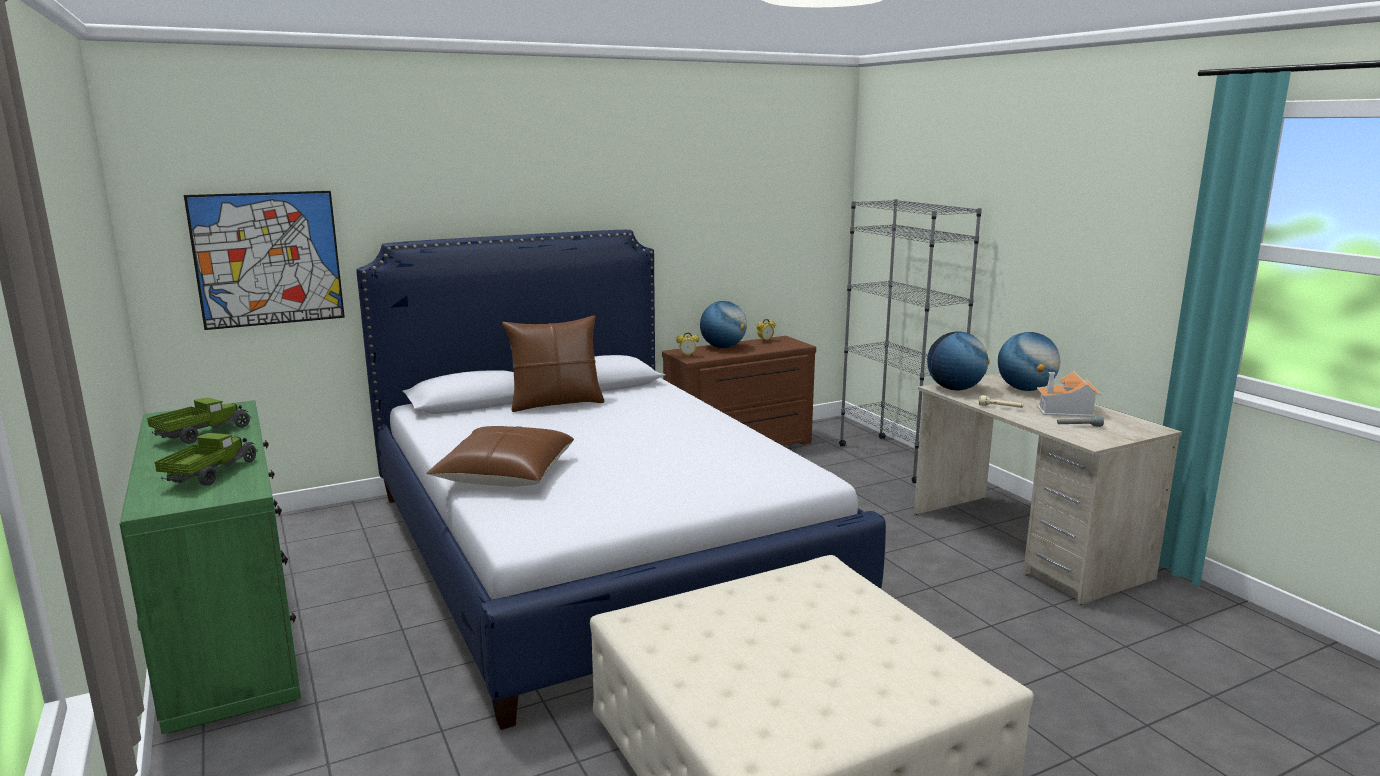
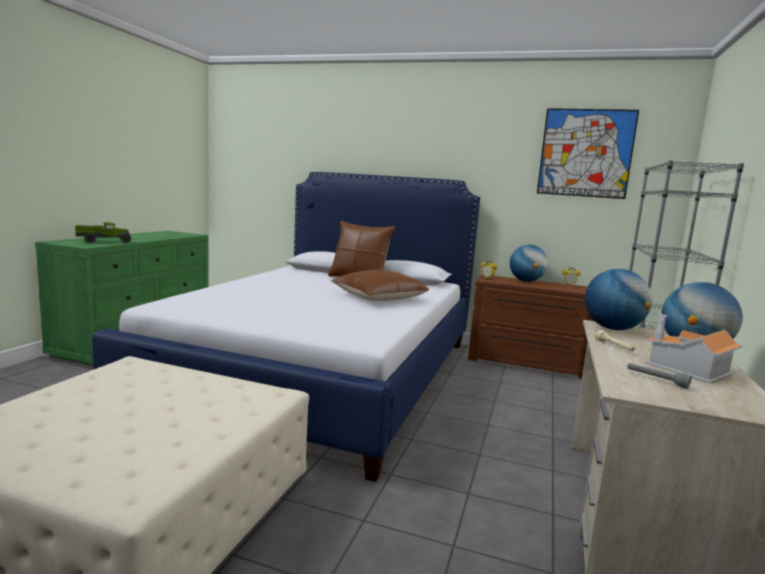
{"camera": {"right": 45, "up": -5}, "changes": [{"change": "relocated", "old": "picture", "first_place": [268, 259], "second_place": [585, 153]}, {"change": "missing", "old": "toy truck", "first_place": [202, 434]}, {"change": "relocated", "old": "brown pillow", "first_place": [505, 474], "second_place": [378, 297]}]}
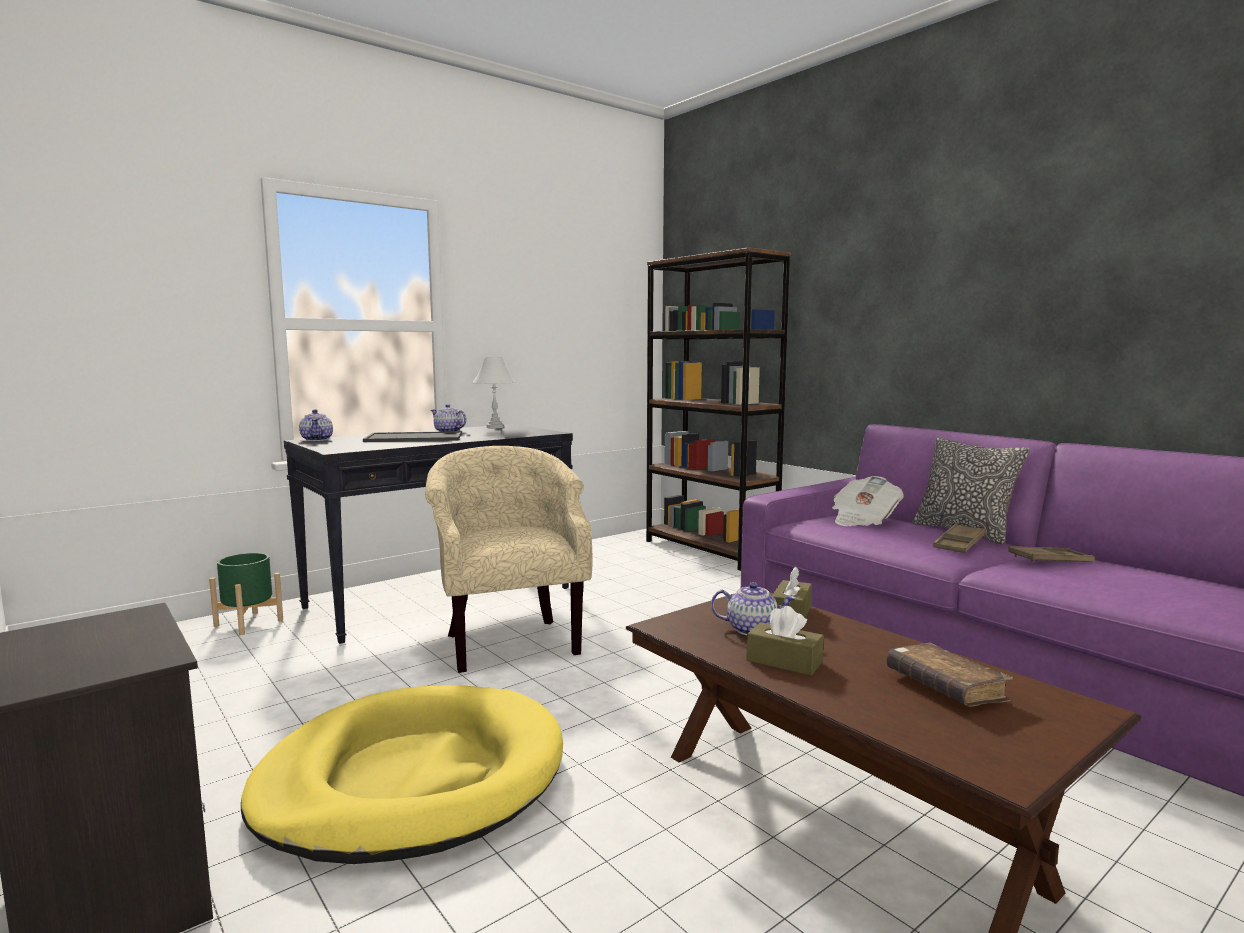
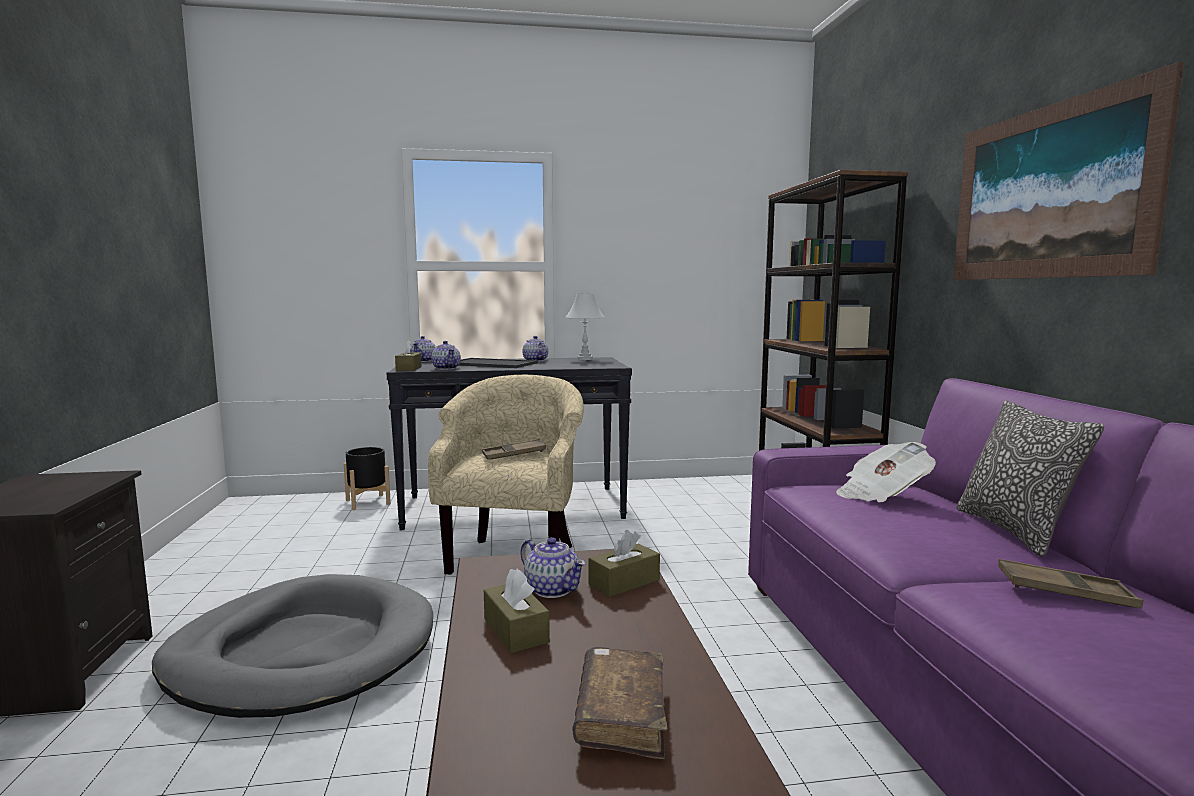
{"camera": {"right": 30, "up": 0}, "changes": [{"change": "relocated", "old": "brown tray", "first_place": [959, 544], "second_place": [514, 454]}, {"change": "colour", "old": "green planter", "new": "black planter", "first_place": [249, 623], "second_place": [368, 502]}, {"change": "colour", "old": "yellow dog bed", "new": "grey dog bed", "first_place": [412, 779], "second_place": [303, 652]}, {"change": "appeared", "new": "picture", "second_place": [1047, 192]}, {"change": "appeared", "new": "brown tissue box", "second_place": [408, 369]}, {"change": "appeared", "new": "teapot", "second_place": [446, 368]}]}
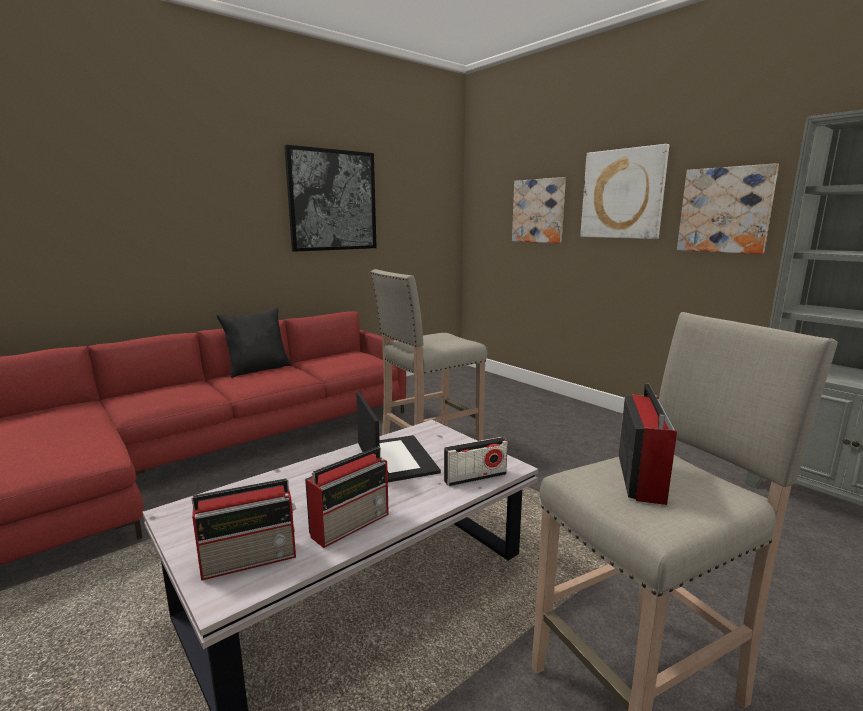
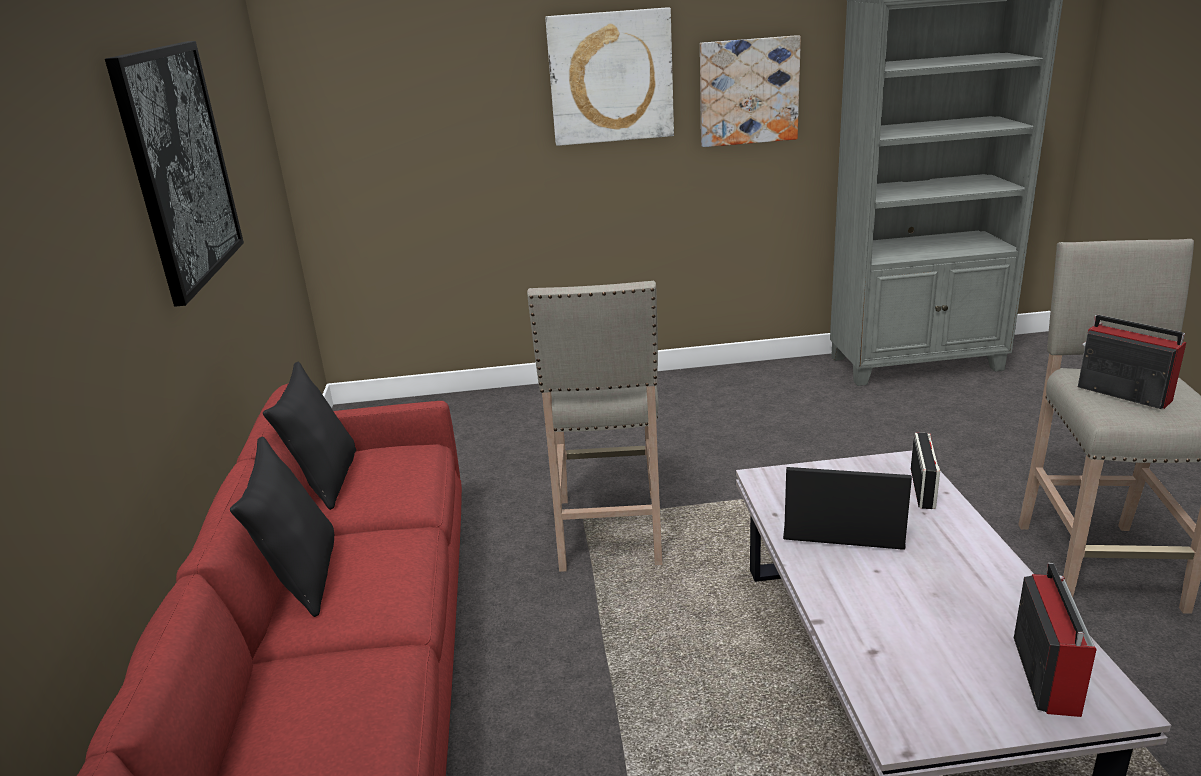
{"camera": {"right": -55, "up": 10}, "changes": [{"change": "missing", "old": "picture", "first_place": [538, 211]}, {"change": "missing", "old": "radio", "first_place": [351, 524]}, {"change": "appeared", "new": "black pillow", "second_place": [325, 480]}]}
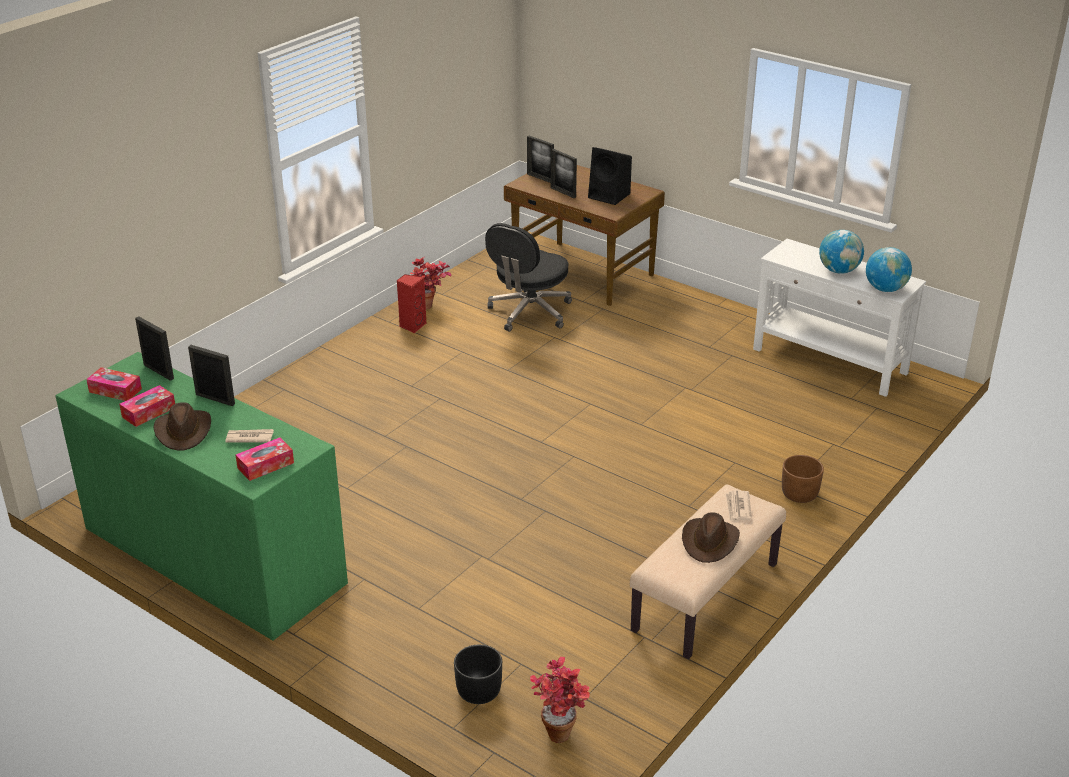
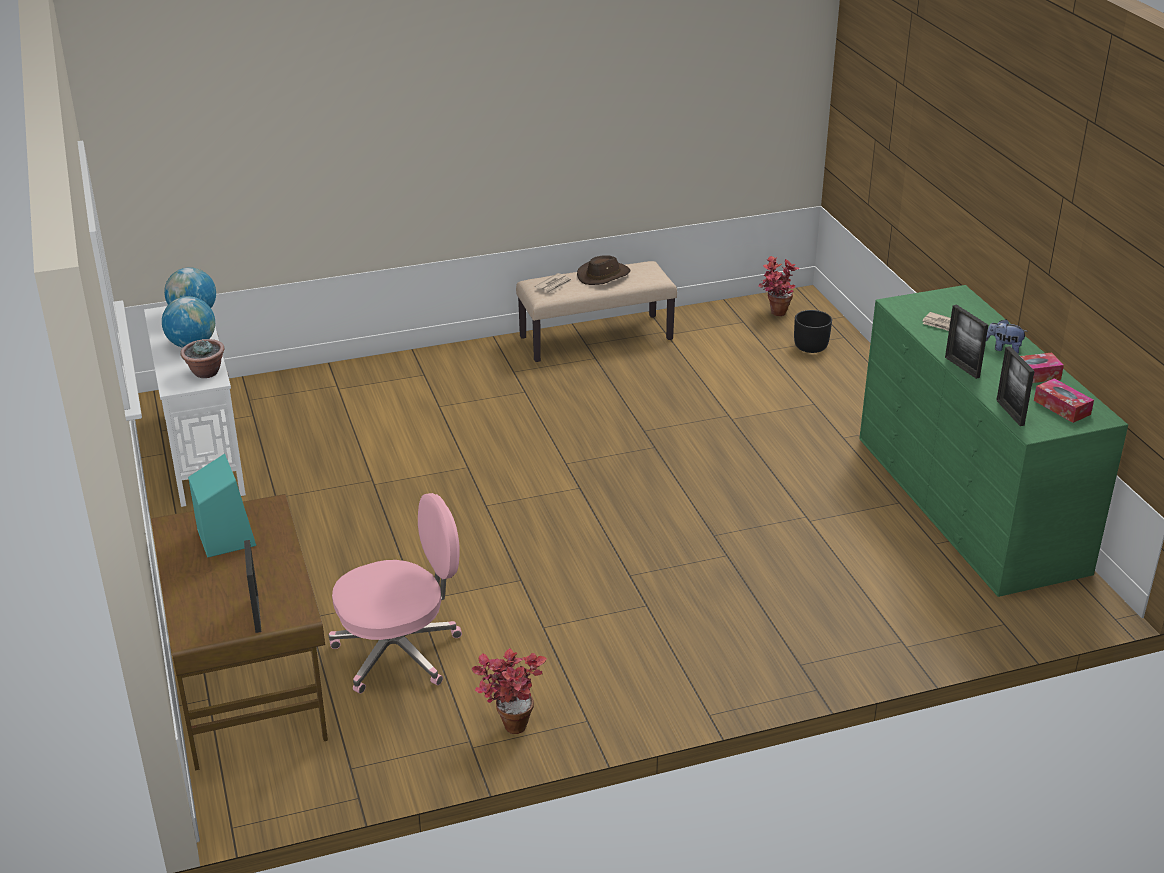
{"camera": {"right": -145, "up": 0}, "changes": [{"change": "colour", "old": "black speaker", "new": "turquoise speaker", "first_place": [610, 196], "second_place": [225, 537]}, {"change": "missing", "old": "picture frame", "first_place": [563, 192]}, {"change": "colour", "old": "black office chair", "new": "pink office chair", "first_place": [529, 312], "second_place": [399, 652]}, {"change": "missing", "old": "red speaker", "first_place": [412, 326]}, {"change": "exchanged", "old": "brown hat", "new": "plush toy", "first_place": [184, 431], "second_place": [1003, 348]}, {"change": "missing", "old": "tissue box", "first_place": [265, 465]}, {"change": "missing", "old": "brown planter", "first_place": [799, 495]}, {"change": "appeared", "new": "potted plant", "second_place": [205, 372]}]}
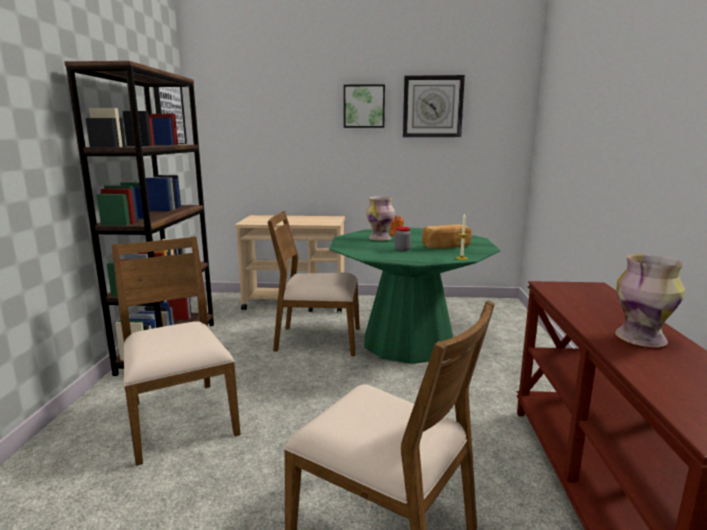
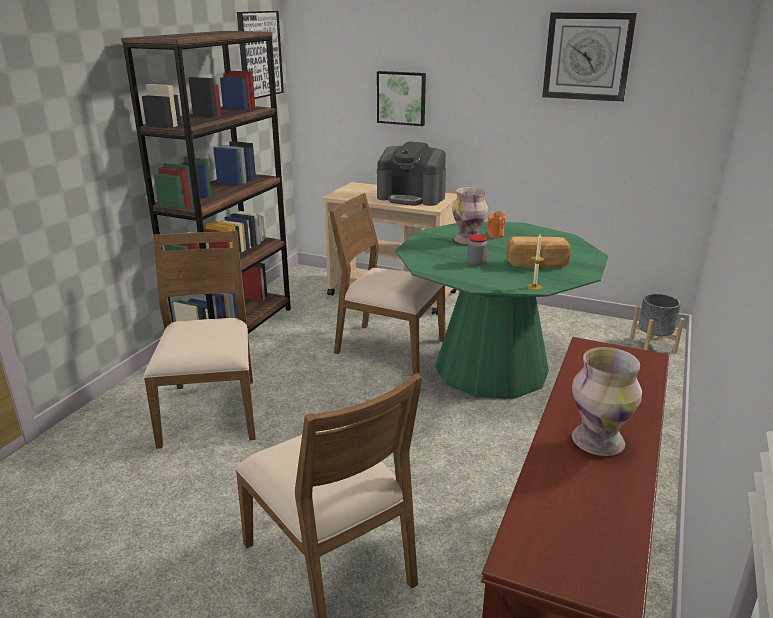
{"camera": {"right": 20, "up": 10}, "changes": [{"change": "relocated", "old": "picture", "first_place": [364, 106], "second_place": [402, 98]}, {"change": "appeared", "new": "coffee machine", "second_place": [411, 197]}, {"change": "appeared", "new": "grey planter", "second_place": [652, 345]}]}
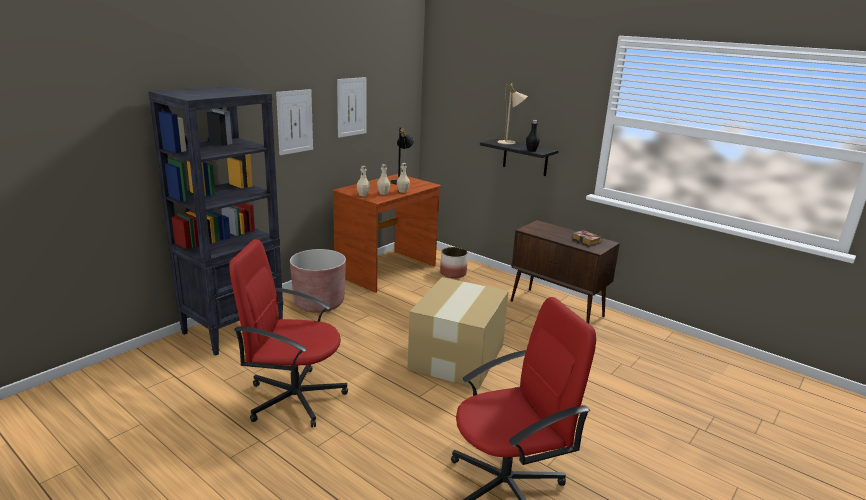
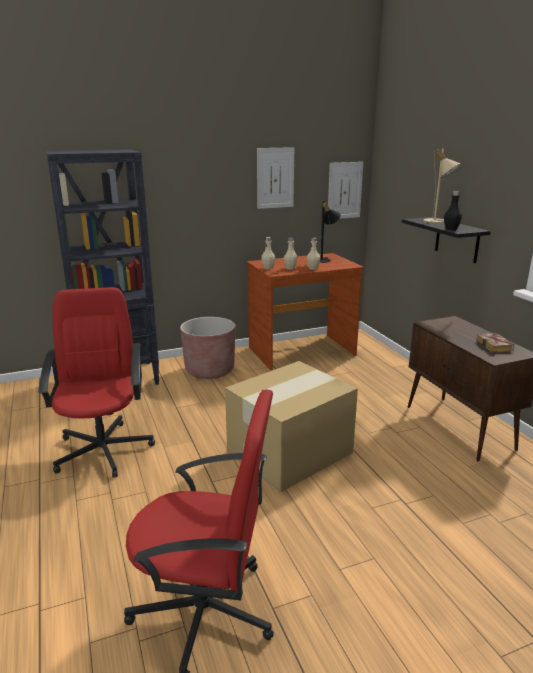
{"camera": {"right": 30, "up": 0}, "changes": [{"change": "relocated", "old": "picture", "first_place": [295, 121], "second_place": [344, 190]}, {"change": "spun", "old": "red office chair", "first_place": [294, 397], "second_place": [103, 449], "degrees": 45}, {"change": "missing", "old": "planter", "first_place": [453, 273]}]}
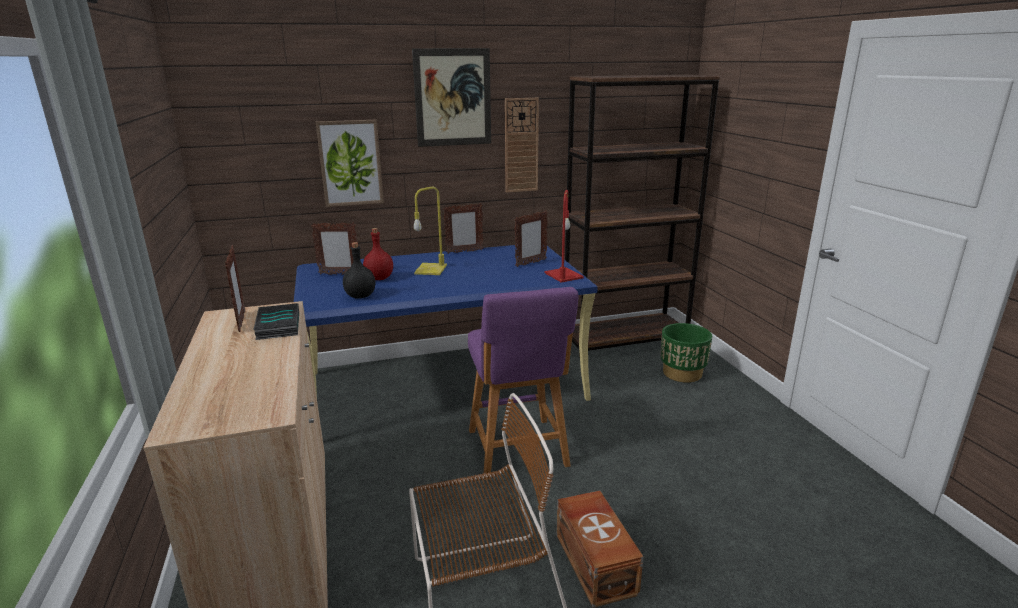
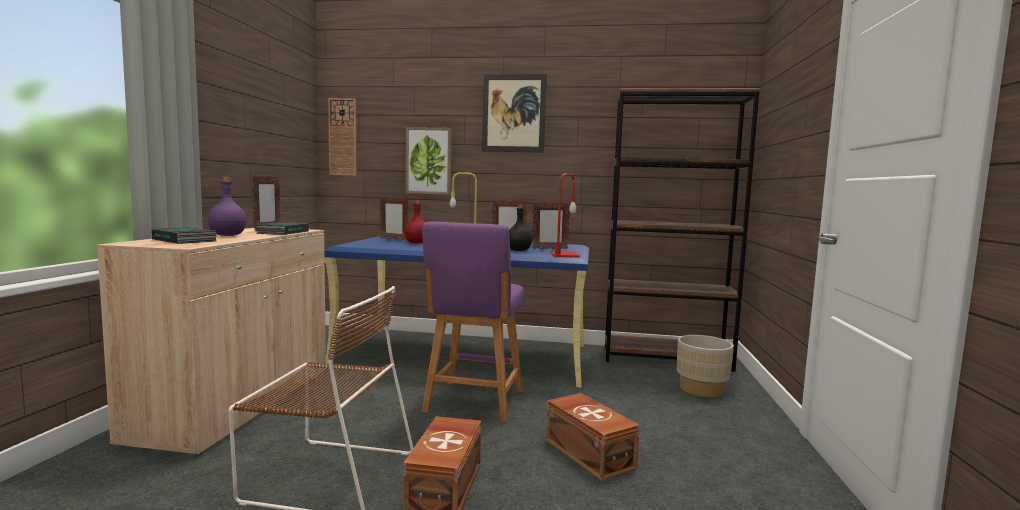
{"camera": {"right": 25, "up": -15}, "changes": [{"change": "relocated", "old": "wall clock", "first_place": [521, 145], "second_place": [343, 137]}, {"change": "relocated", "old": "black bottle", "first_place": [360, 296], "second_place": [518, 250]}, {"change": "colour", "old": "green planter", "new": "beige planter", "first_place": [682, 373], "second_place": [701, 390]}, {"change": "appeared", "new": "purple bottle", "second_place": [227, 235]}, {"change": "appeared", "new": "book", "second_place": [185, 240]}, {"change": "appeared", "new": "brown storage box", "second_place": [589, 453]}]}
